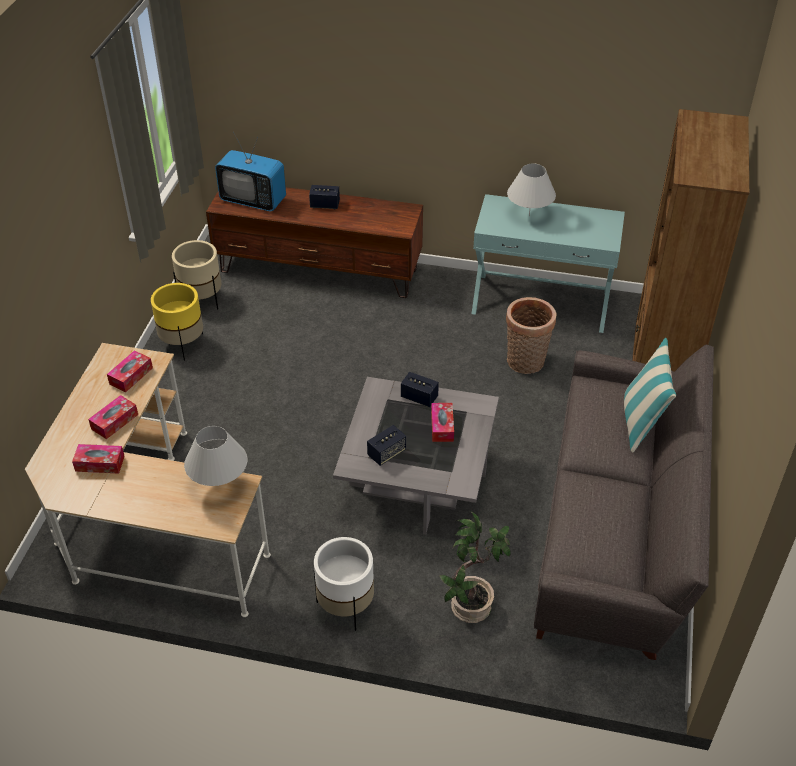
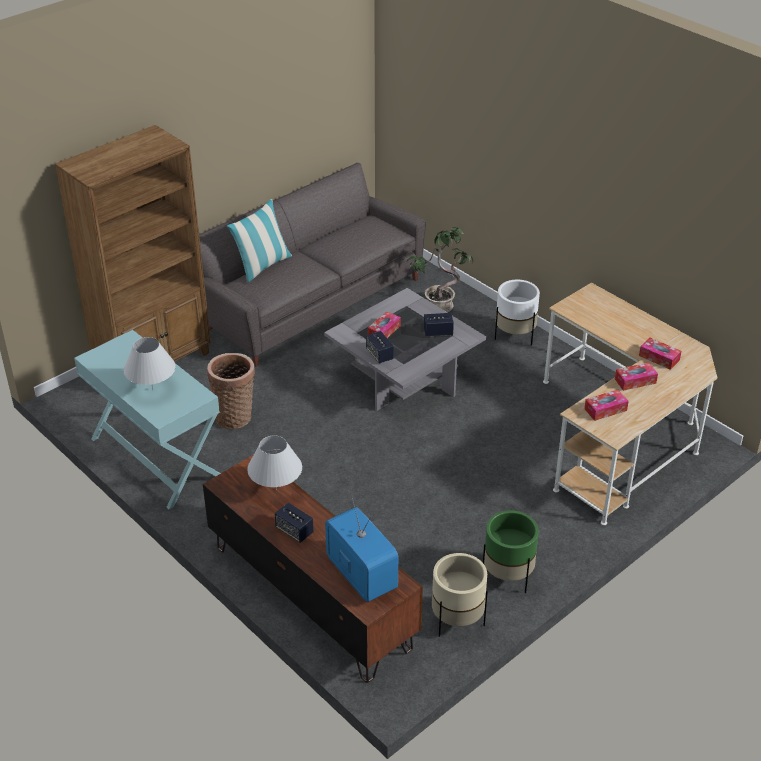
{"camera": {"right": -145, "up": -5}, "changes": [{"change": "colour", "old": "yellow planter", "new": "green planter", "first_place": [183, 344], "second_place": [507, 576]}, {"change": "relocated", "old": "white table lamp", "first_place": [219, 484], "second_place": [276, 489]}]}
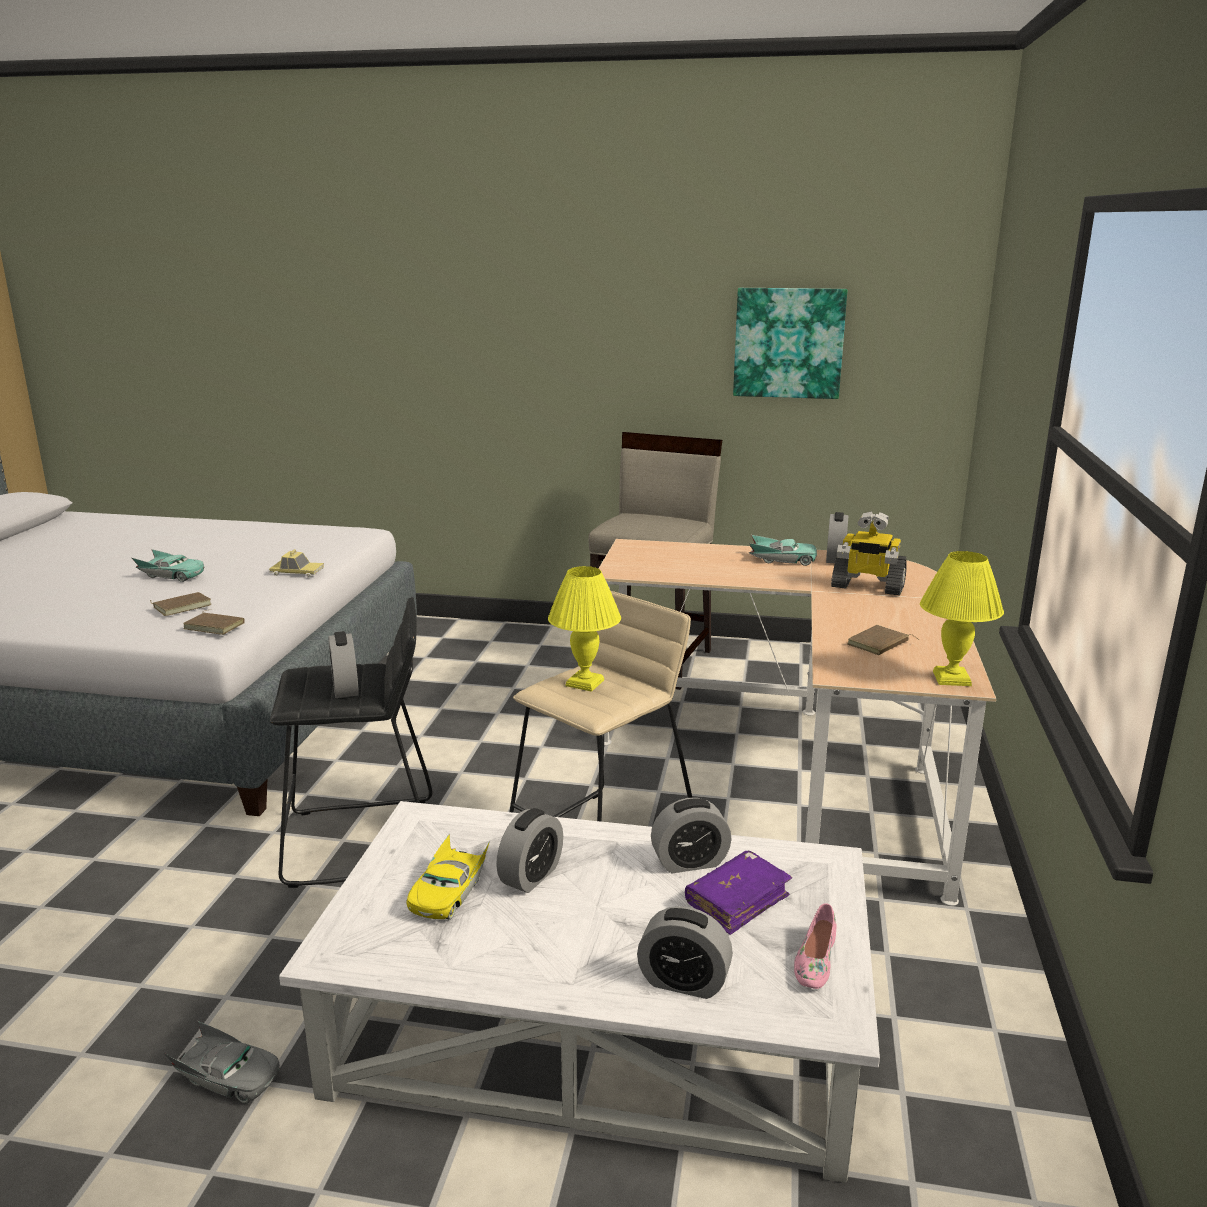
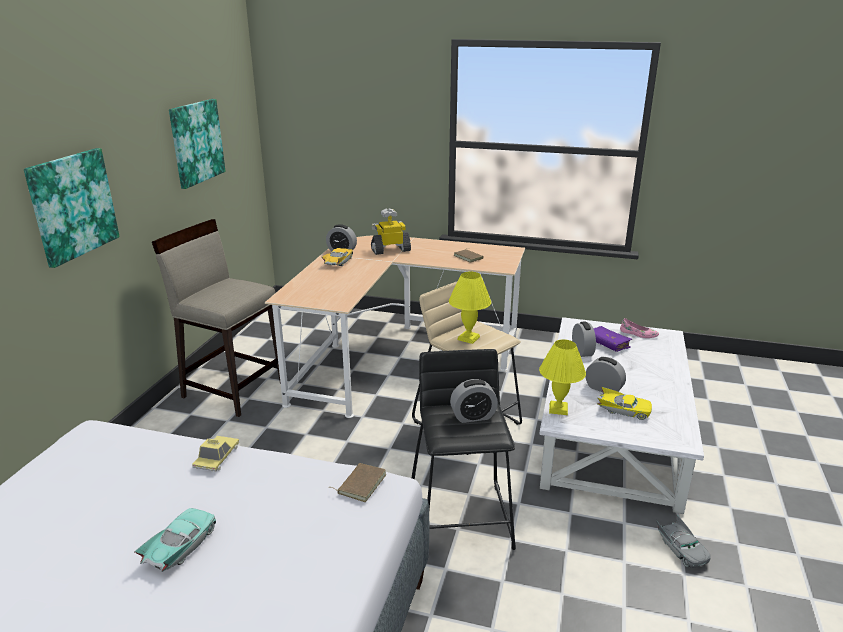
{"camera": {"right": -85, "up": 5}, "changes": [{"change": "spun", "old": "toy robot", "first_place": [867, 586], "second_place": [390, 250], "degrees": -135}, {"change": "colour", "old": "turquoise toy car", "new": "yellow toy car", "first_place": [782, 560], "second_place": [338, 262]}, {"change": "relocated", "old": "yellow table lamp", "first_place": [952, 678], "second_place": [558, 408]}, {"change": "missing", "old": "brown book", "first_place": [182, 606]}, {"change": "missing", "old": "alarm clock", "first_place": [683, 982]}, {"change": "spun", "old": "grey toy car", "first_place": [227, 1076], "second_place": [681, 549], "degrees": 135}, {"change": "appeared", "new": "picture", "second_place": [72, 205]}]}
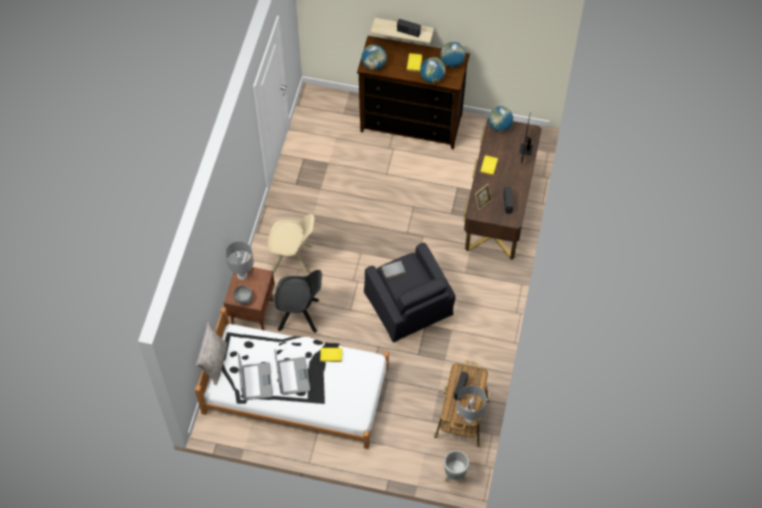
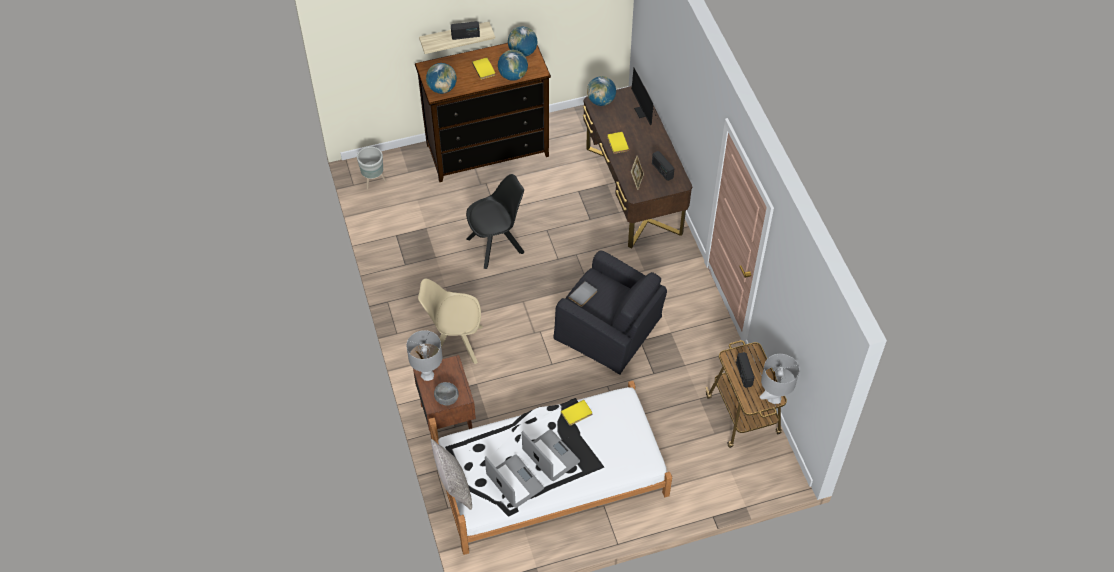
{"camera": {"right": -30, "up": -5}, "changes": [{"change": "spun", "old": "beige chair", "first_place": [293, 259], "second_place": [455, 342], "degrees": -150}, {"change": "relocated", "old": "black chair", "first_place": [300, 315], "second_place": [497, 245]}, {"change": "relocated", "old": "grey planter", "first_place": [455, 476], "second_place": [374, 181]}]}
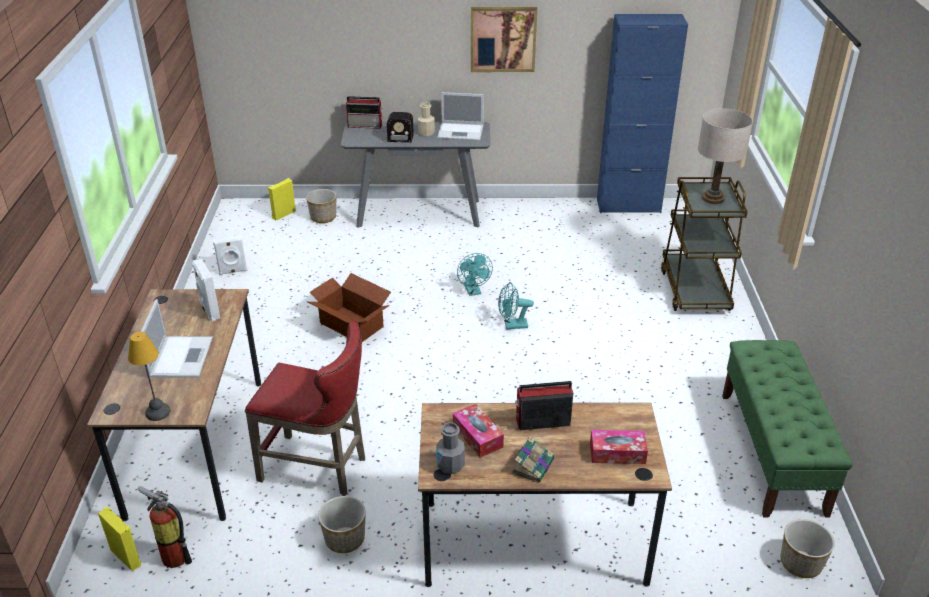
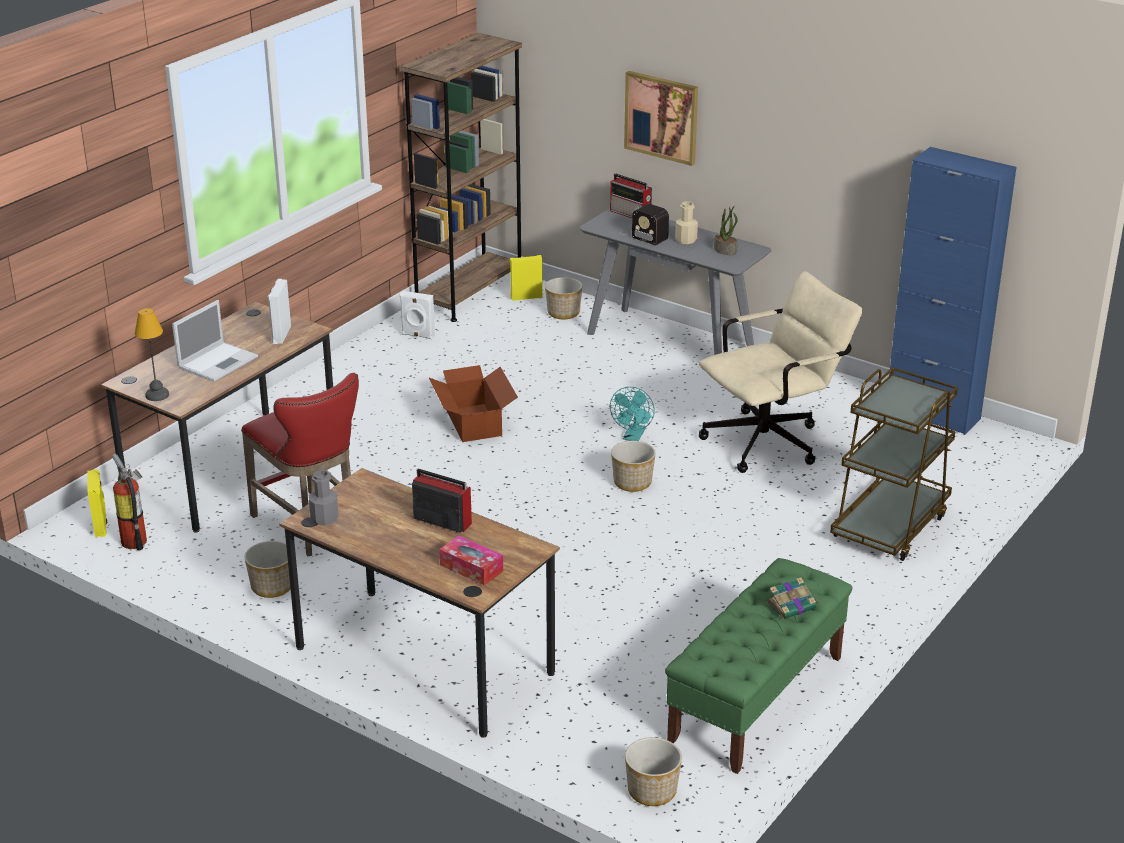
{"camera": {"right": 35, "up": -5}, "changes": [{"change": "relocated", "old": "picture", "first_place": [503, 39], "second_place": [661, 117]}, {"change": "exchanged", "old": "laptop", "new": "potted plant", "first_place": [461, 132], "second_place": [725, 250]}, {"change": "missing", "old": "beige table lamp", "first_place": [713, 198]}, {"change": "exchanged", "old": "turquoise fan", "new": "planter", "first_place": [512, 325], "second_place": [632, 483]}, {"change": "missing", "old": "tissue box", "first_place": [477, 436]}, {"change": "relocated", "old": "book", "first_place": [533, 465], "second_place": [792, 606]}, {"change": "appeared", "new": "brown bookcase", "second_place": [469, 293]}, {"change": "appeared", "new": "beige office chair", "second_place": [772, 440]}]}
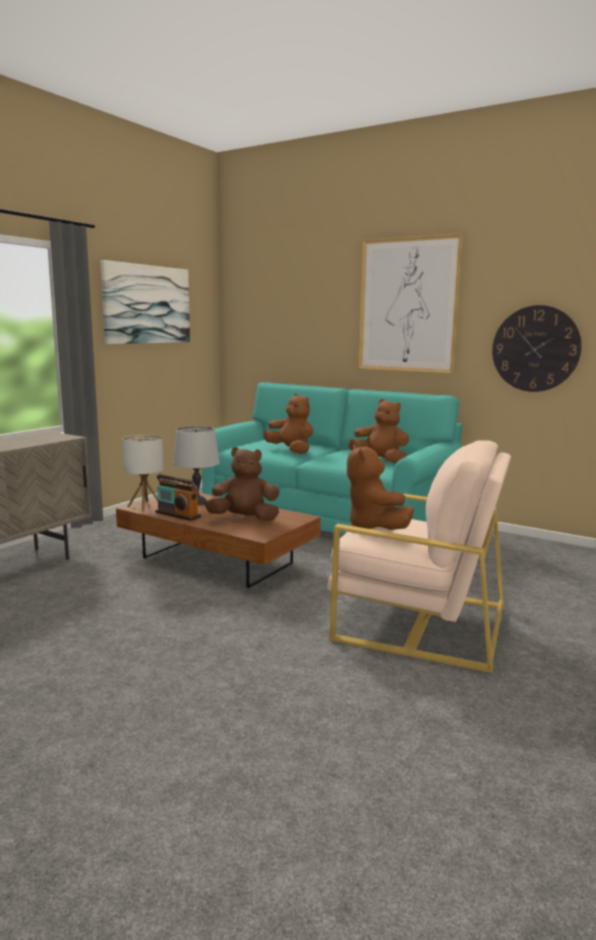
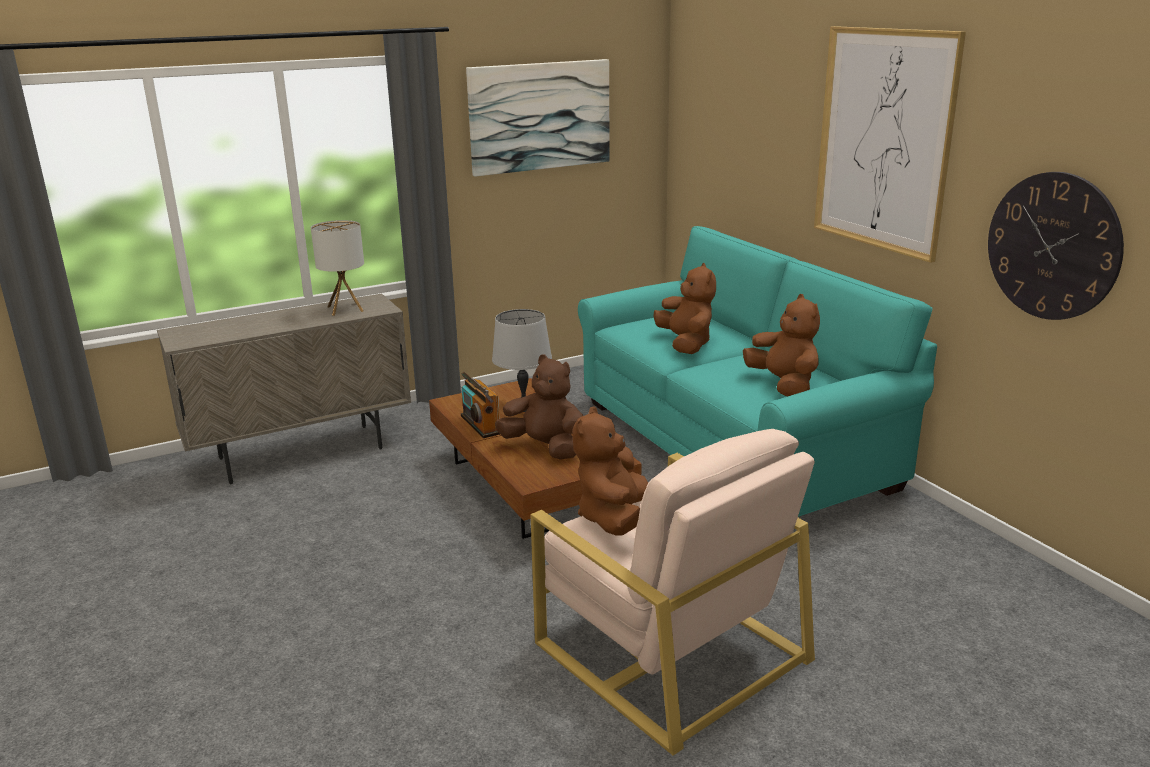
{"camera": {"right": 30, "up": 10}, "changes": [{"change": "relocated", "old": "table lamp", "first_place": [145, 506], "second_place": [345, 309]}]}
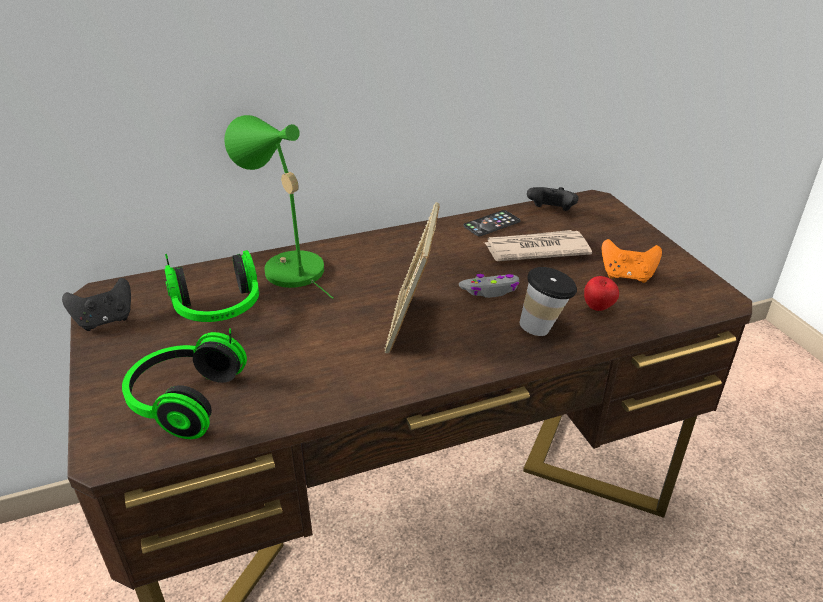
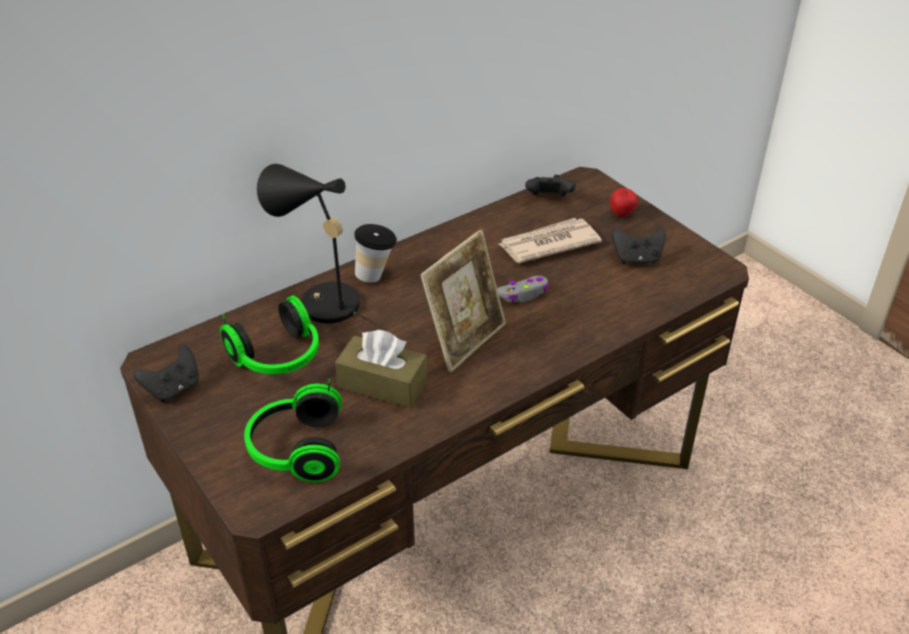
{"camera": {"right": -15, "up": 5}, "changes": [{"change": "colour", "old": "green table lamp", "new": "black table lamp", "first_place": [287, 267], "second_place": [321, 302]}, {"change": "spun", "old": "picture frame", "first_place": [412, 324], "second_place": [465, 340], "degrees": -135}, {"change": "missing", "old": "phone", "first_place": [491, 224]}, {"change": "colour", "old": "orange game controller", "new": "black game controller", "first_place": [627, 276], "second_place": [637, 259]}, {"change": "relocated", "old": "cup", "first_place": [544, 328], "second_place": [376, 275]}, {"change": "relocated", "old": "apple", "first_place": [598, 308], "second_place": [622, 214]}, {"change": "appeared", "new": "brown tissue box", "second_place": [382, 384]}]}
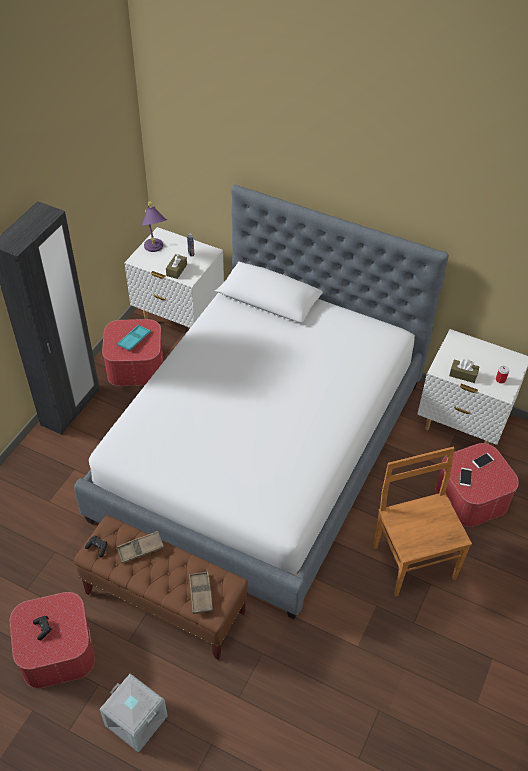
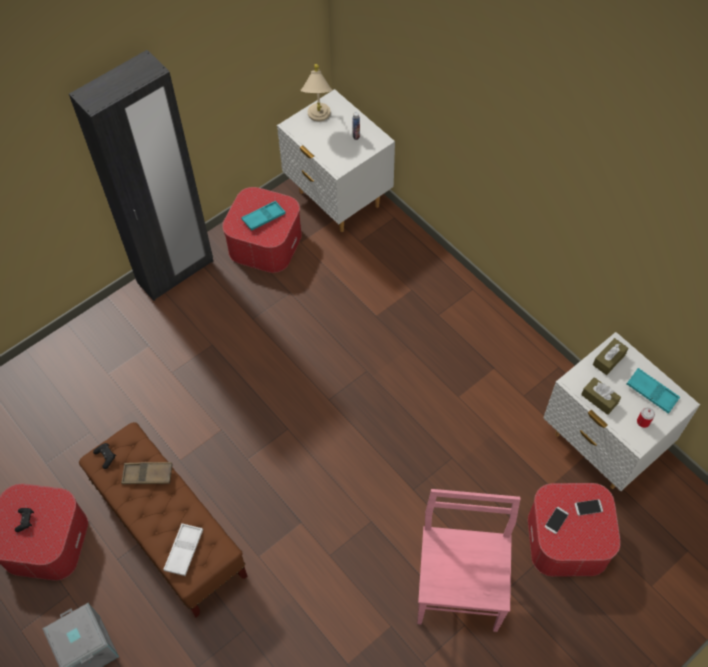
{"camera": {"right": 25, "up": 10}, "changes": [{"change": "missing", "old": "bed", "first_place": [262, 449]}, {"change": "colour", "old": "purple table lamp", "new": "beige table lamp", "first_place": [155, 250], "second_place": [318, 119]}, {"change": "relocated", "old": "brown tissue box", "first_place": [176, 270], "second_place": [609, 360]}, {"change": "colour", "old": "brown chair", "new": "pink chair", "first_place": [413, 560], "second_place": [459, 589]}, {"change": "colour", "old": "brown tray", "new": "white tray", "first_place": [200, 594], "second_place": [184, 550]}, {"change": "appeared", "new": "turquoise tray", "second_place": [651, 392]}]}
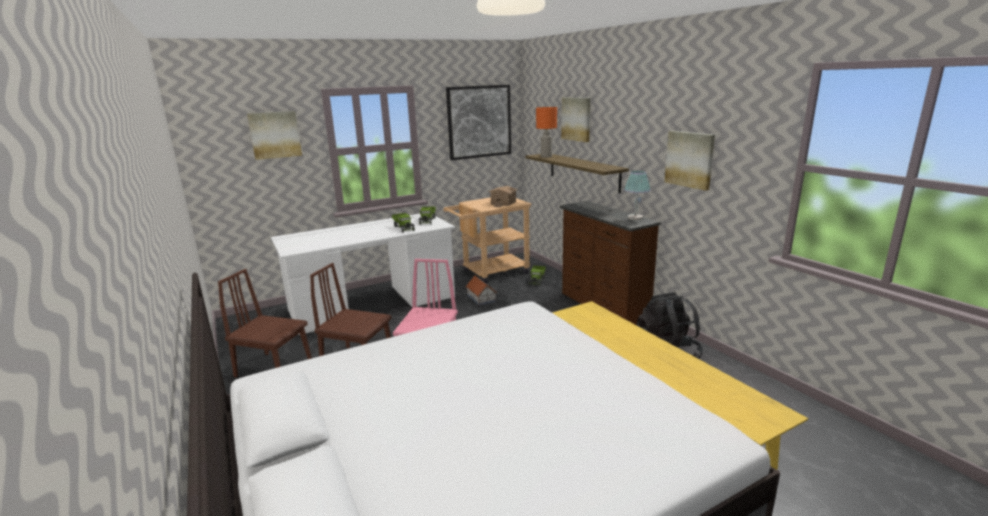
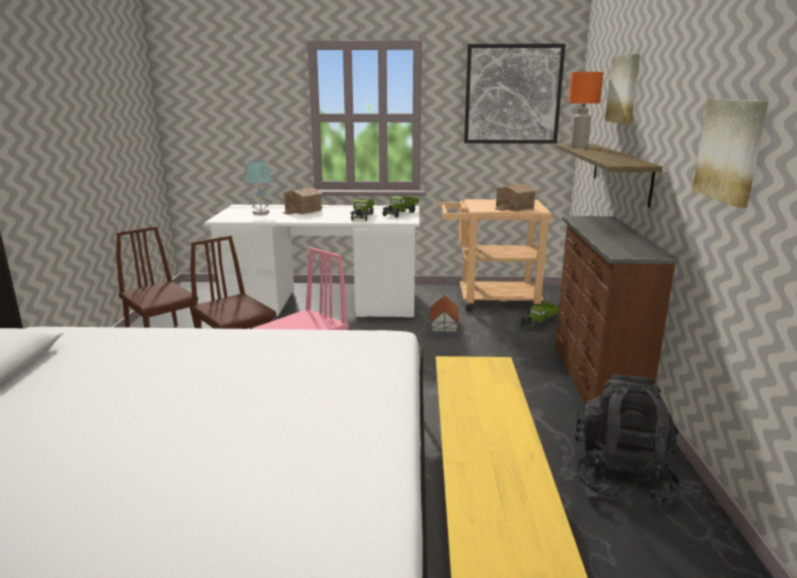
{"camera": {"right": 30, "up": 0}, "changes": [{"change": "missing", "old": "picture", "first_place": [275, 135]}, {"change": "relocated", "old": "table lamp", "first_place": [635, 218], "second_place": [261, 213]}, {"change": "appeared", "new": "toy house", "second_place": [303, 210]}]}
